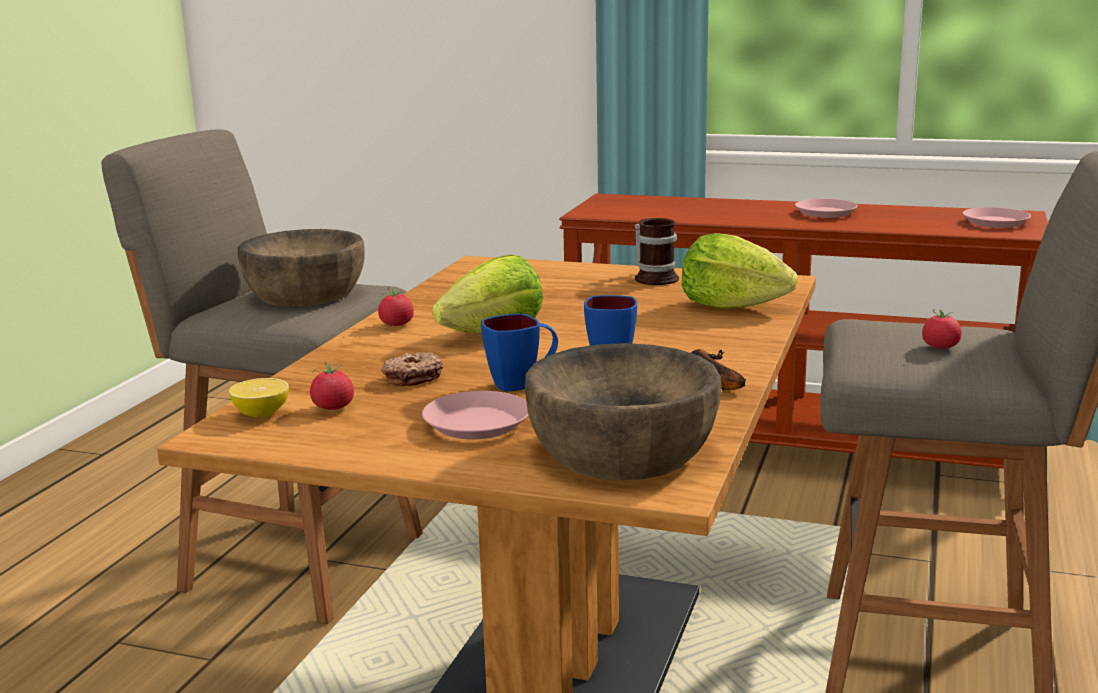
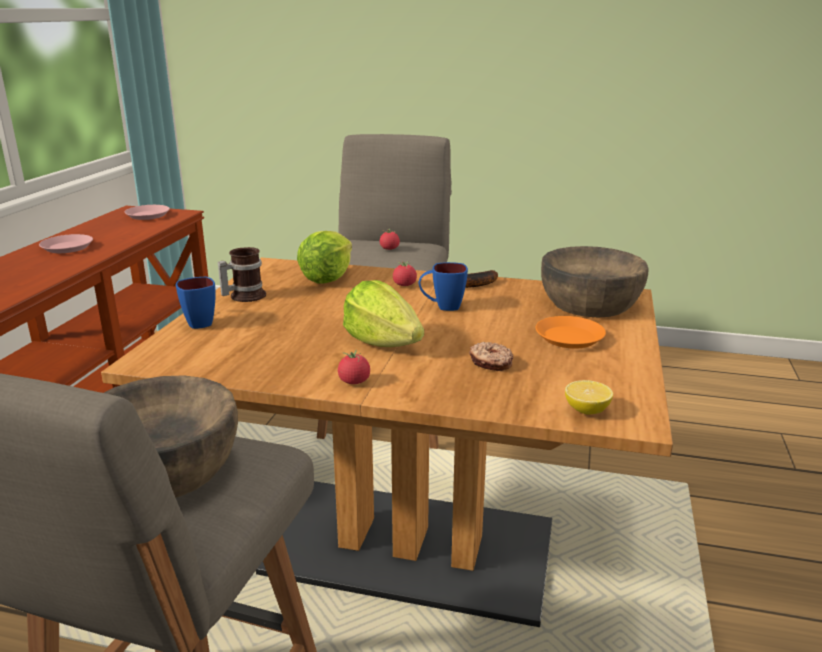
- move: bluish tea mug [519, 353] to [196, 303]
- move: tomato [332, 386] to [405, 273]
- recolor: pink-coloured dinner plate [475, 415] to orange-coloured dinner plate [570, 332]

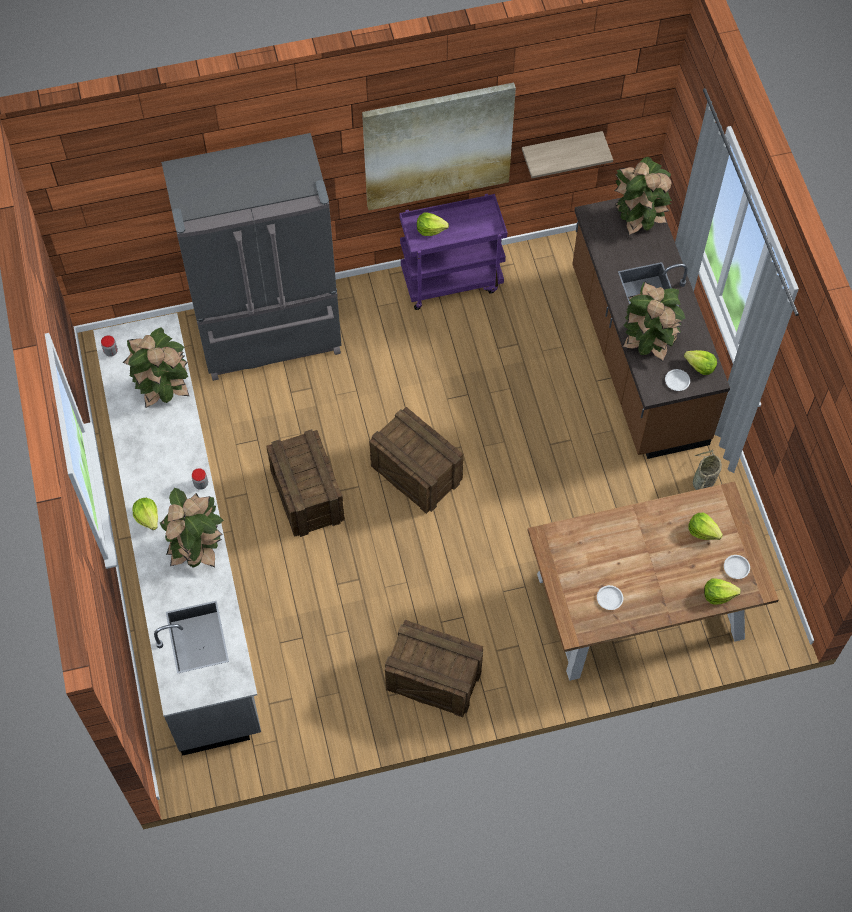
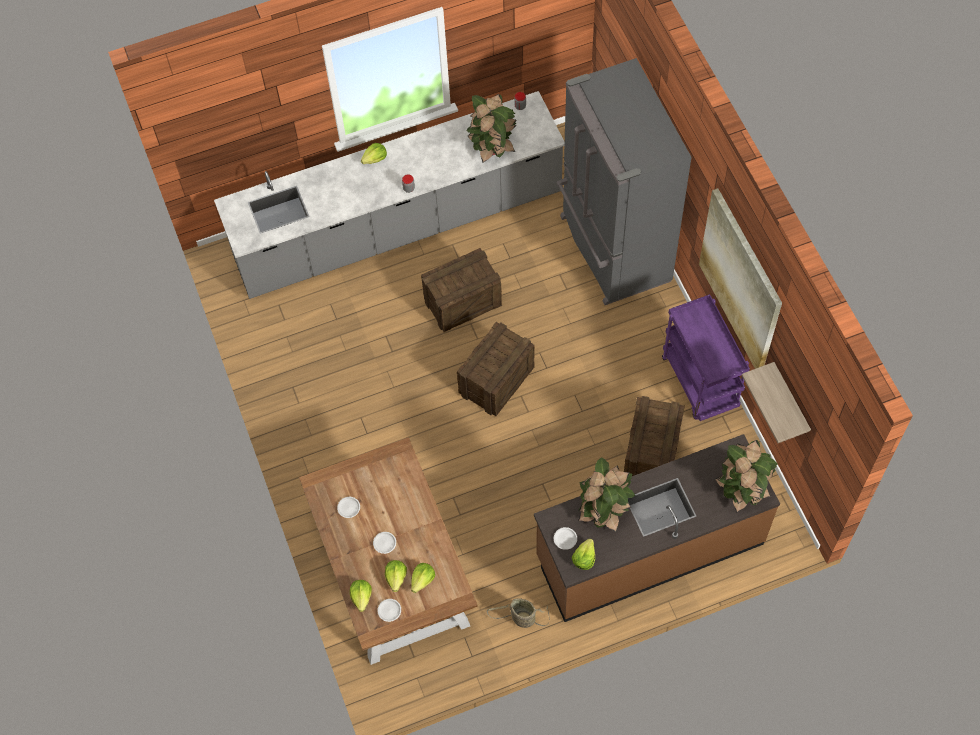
- move: lettuce head [433, 224] to [396, 576]
- delete: houseplant [192, 528]
- move: packing crate [434, 668] to [654, 436]
- insert: white-coloured dinner plate [384, 543]

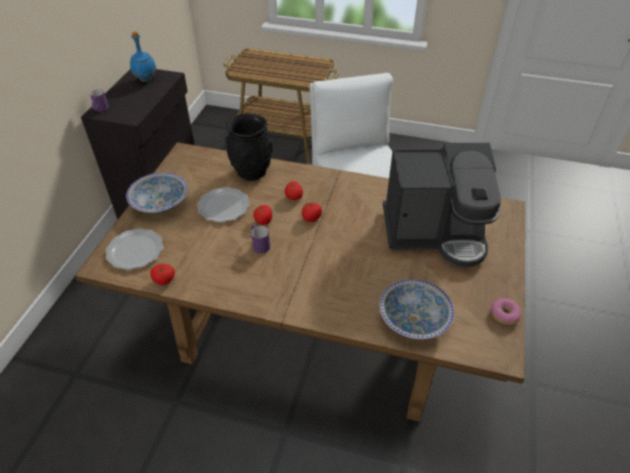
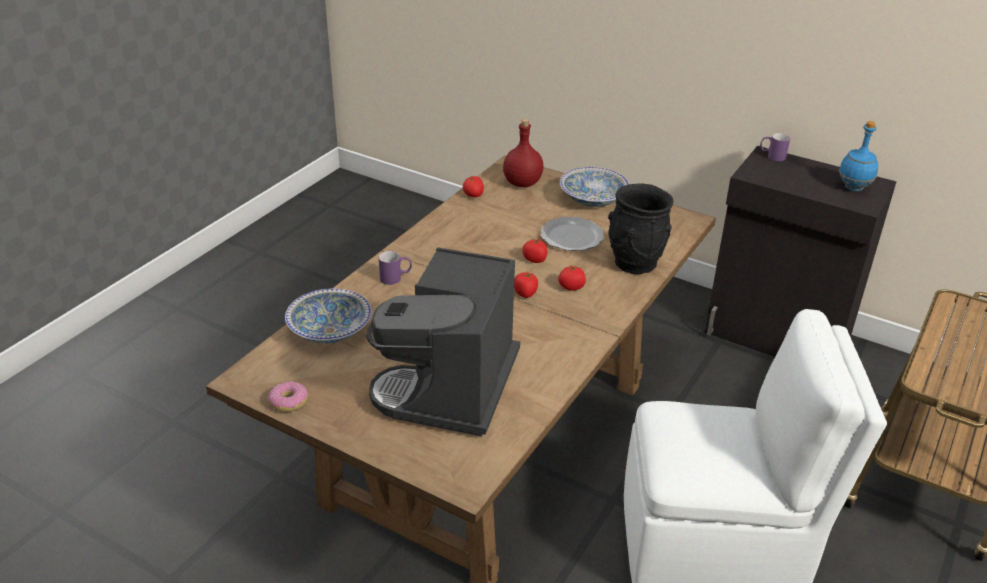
- move: purple-coloured tea mug [260, 239] to [395, 268]
- replace: dinner plate [134, 249] to red-coloured beverage bottle [523, 153]

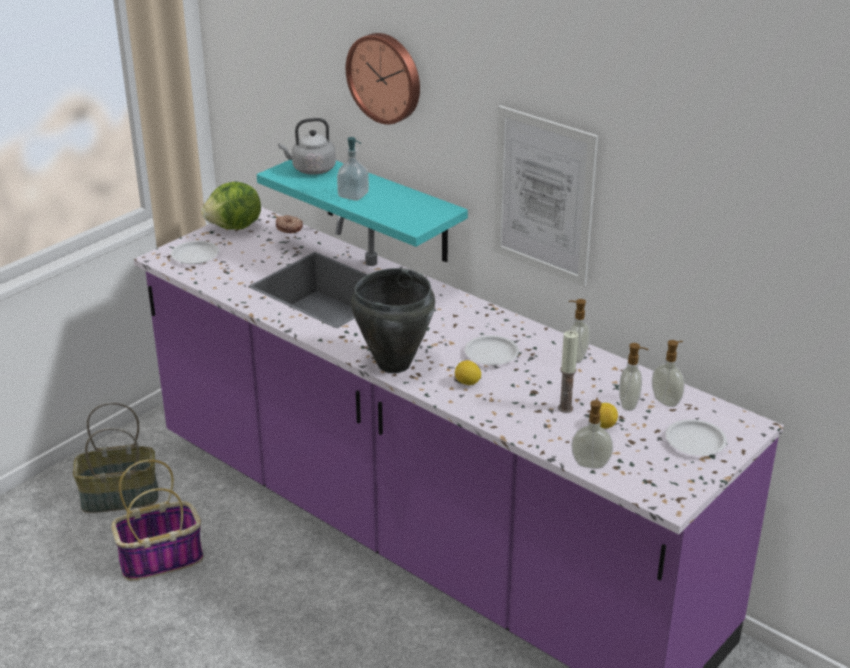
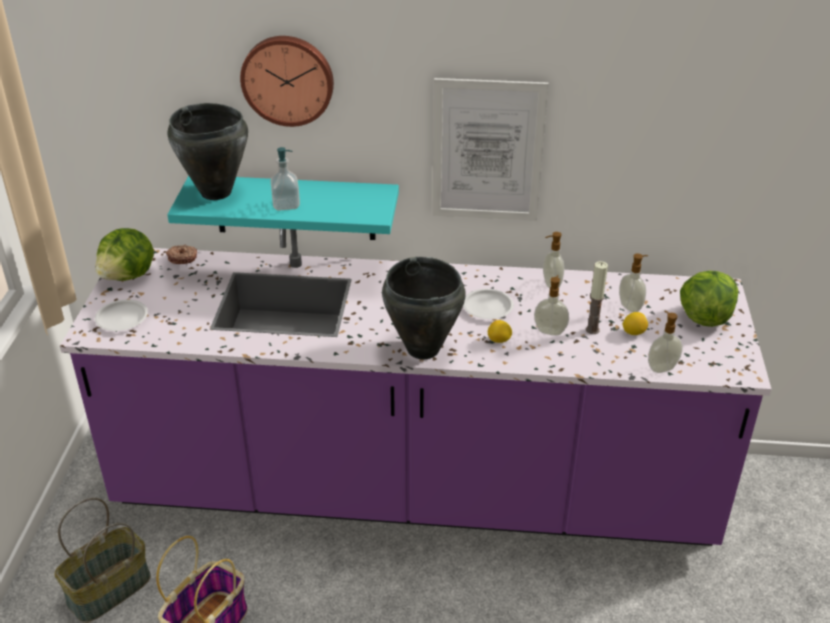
- replace: gray tea kettle [307, 146] to black-coloured stockpot [208, 151]
- move: liquid soap bottle [668, 373] to [551, 305]
- replace: white-coloured dinner plate [696, 437] to lettuce head [709, 299]

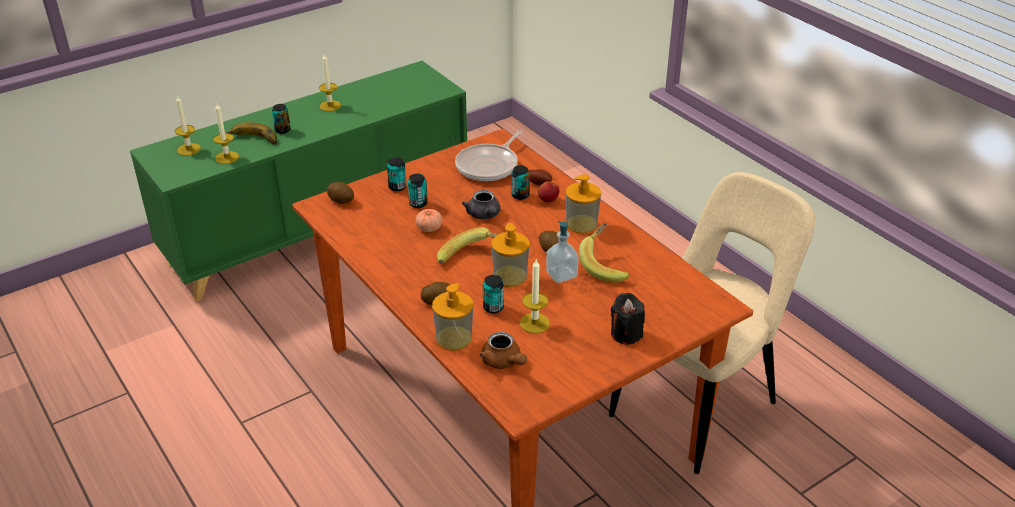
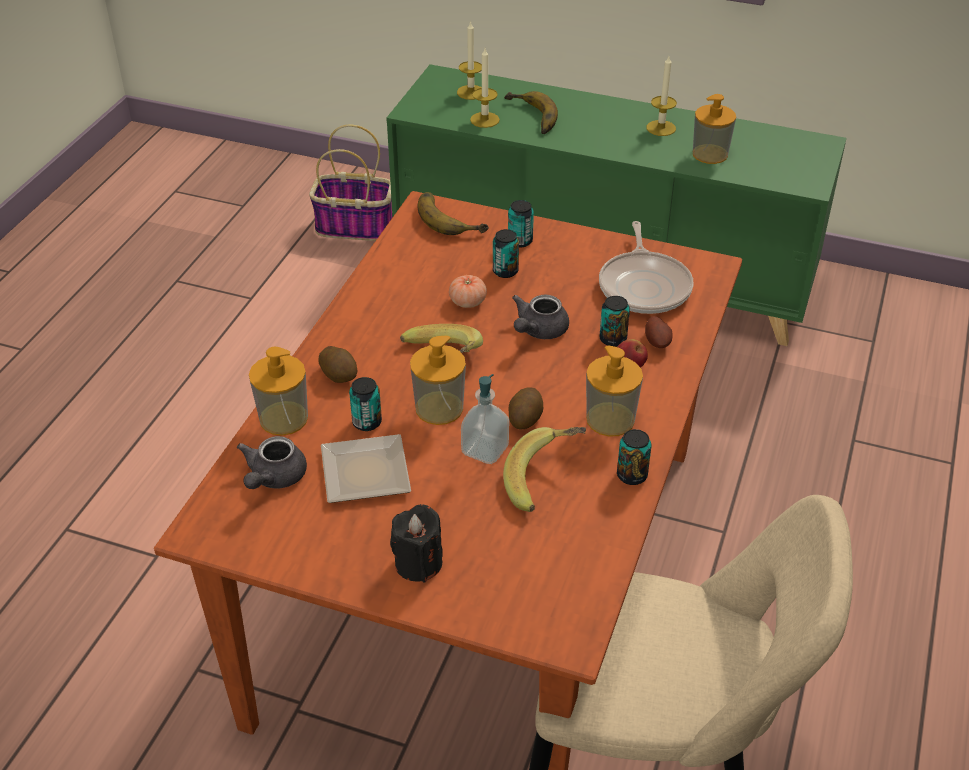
- move: can [281, 119] to [634, 457]
- rotate: skillet [489, 156] = [646, 267] 90 degrees counterclockwise
- replace: spud [340, 193] to banana fruit [453, 213]
- replace: wax candle [535, 297] to dinner plate [366, 468]
- recolor: brown pot for tea [503, 350] to gray pot for tea [272, 462]
- insert: liquid soap bottle [714, 129]
- insert: household basket [351, 182]

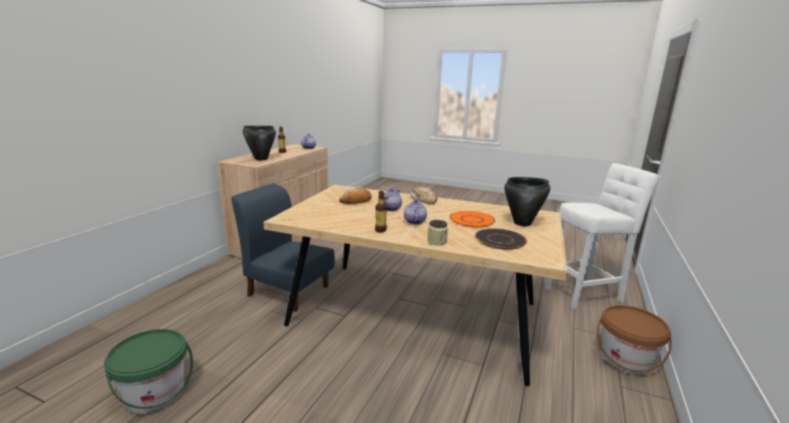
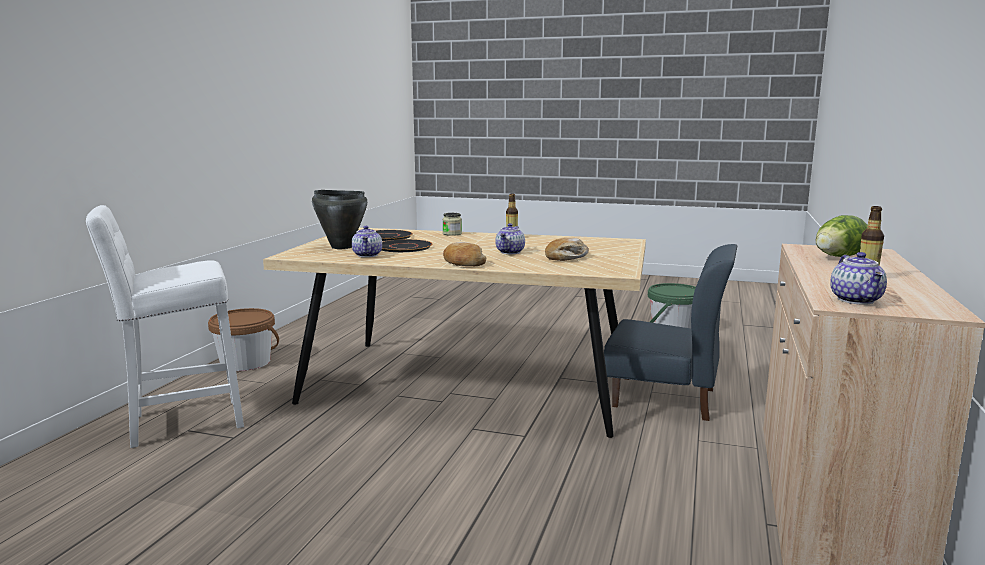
- replace: black-coloured stockpot [259, 143] to lettuce head [842, 236]
- move: pot for tea [415, 212] to [366, 241]
- recolor: orange-coloured dinner plate [472, 219] to black-coloured dinner plate [407, 245]

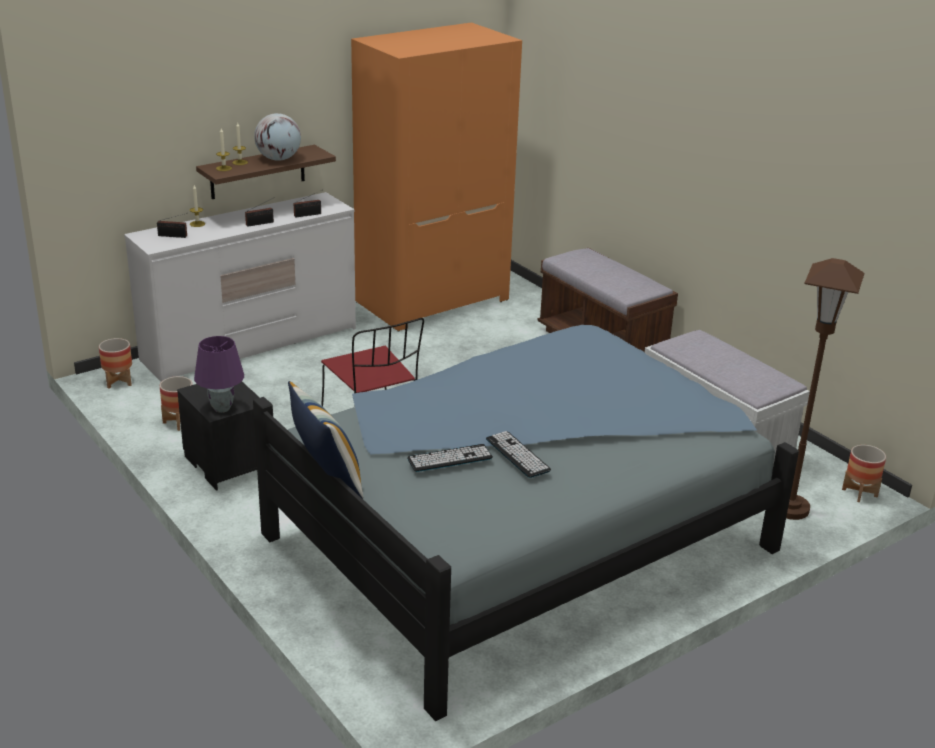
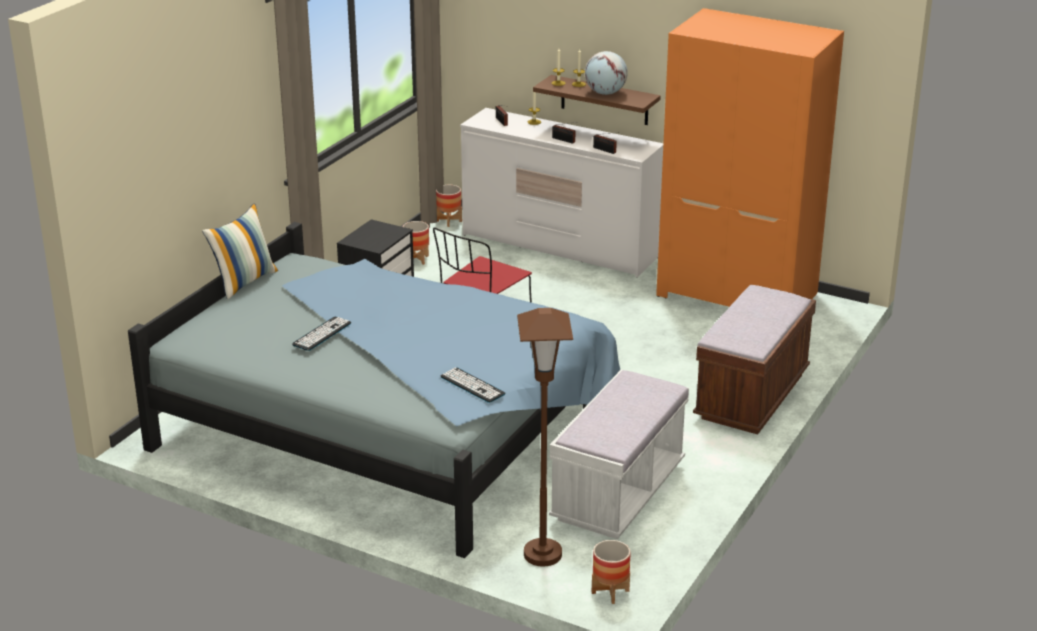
- delete: purple-coloured table lamp [219, 374]
- move: keyboard [450, 458] to [473, 385]

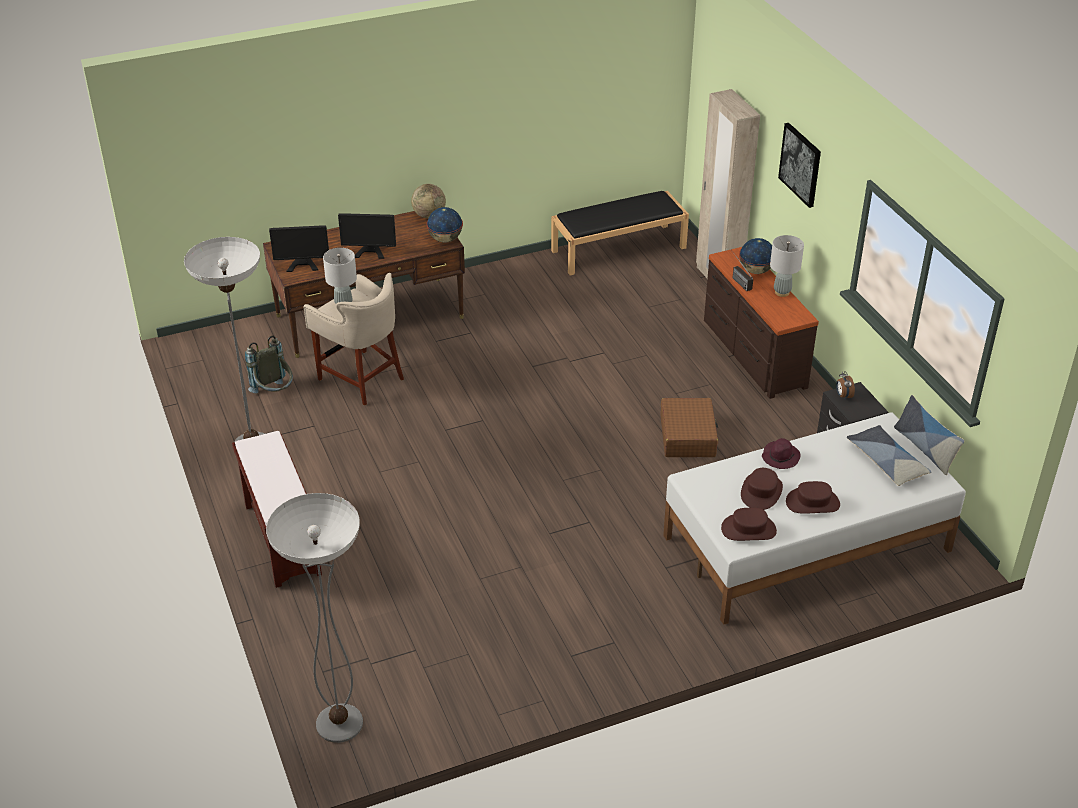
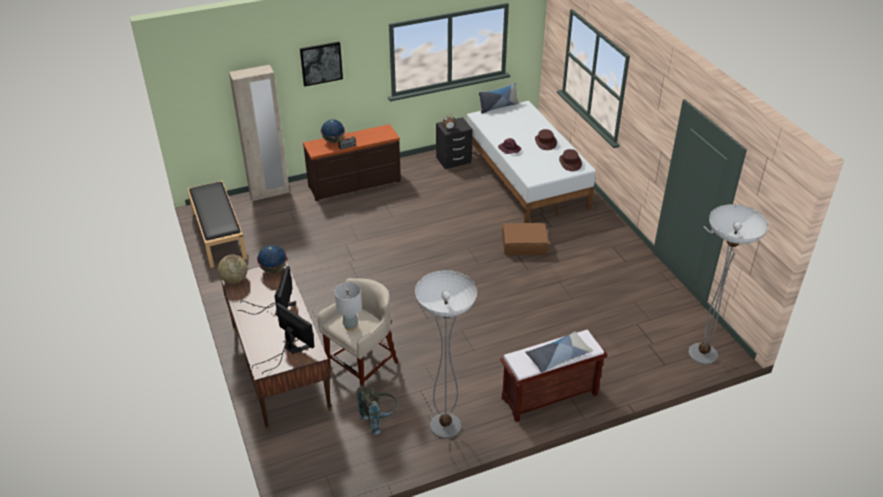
- rotate: computer display [299, 248] = [283, 338] 45 degrees counterclockwise
- delete: gray table lamp [787, 266]
- move: brown travel case [689, 427] to [525, 239]
- move: throw pillow [889, 455] to [559, 352]
- delete: brown wearable hat [762, 489]

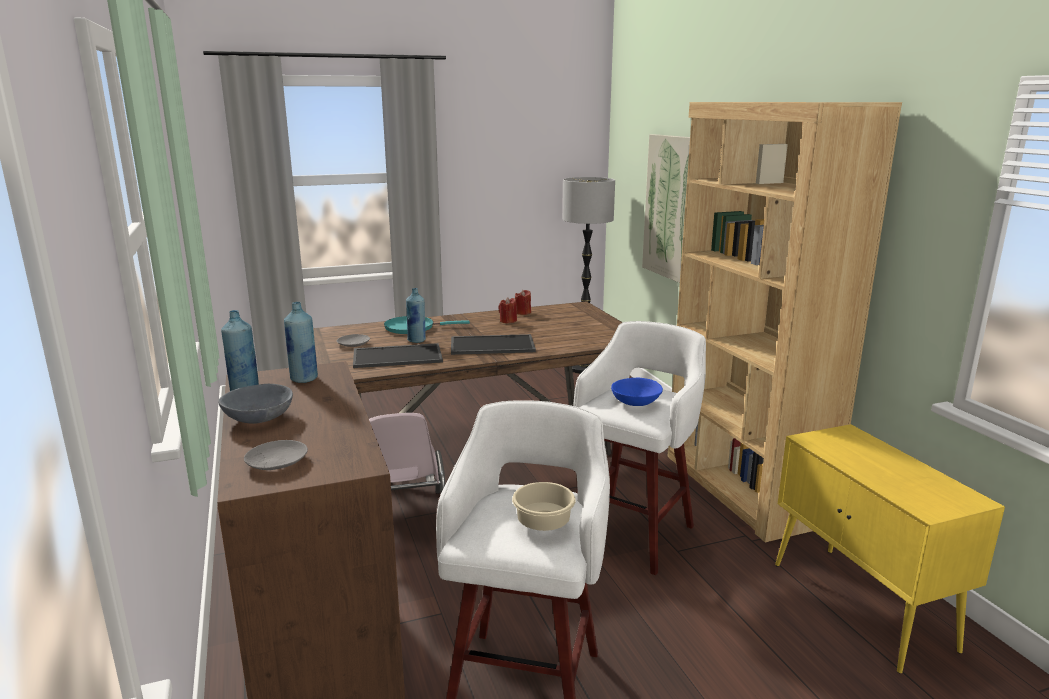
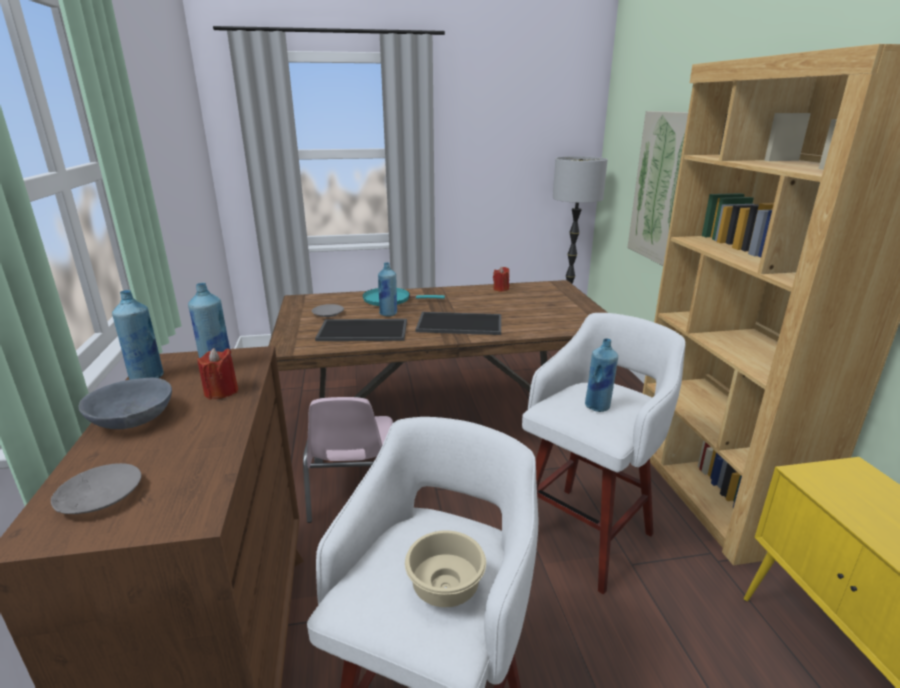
- move: red-coloured wax candle [507, 310] to [217, 374]
- replace: bluish serving bowl [637, 392] to bluish beverage bottle [601, 375]

